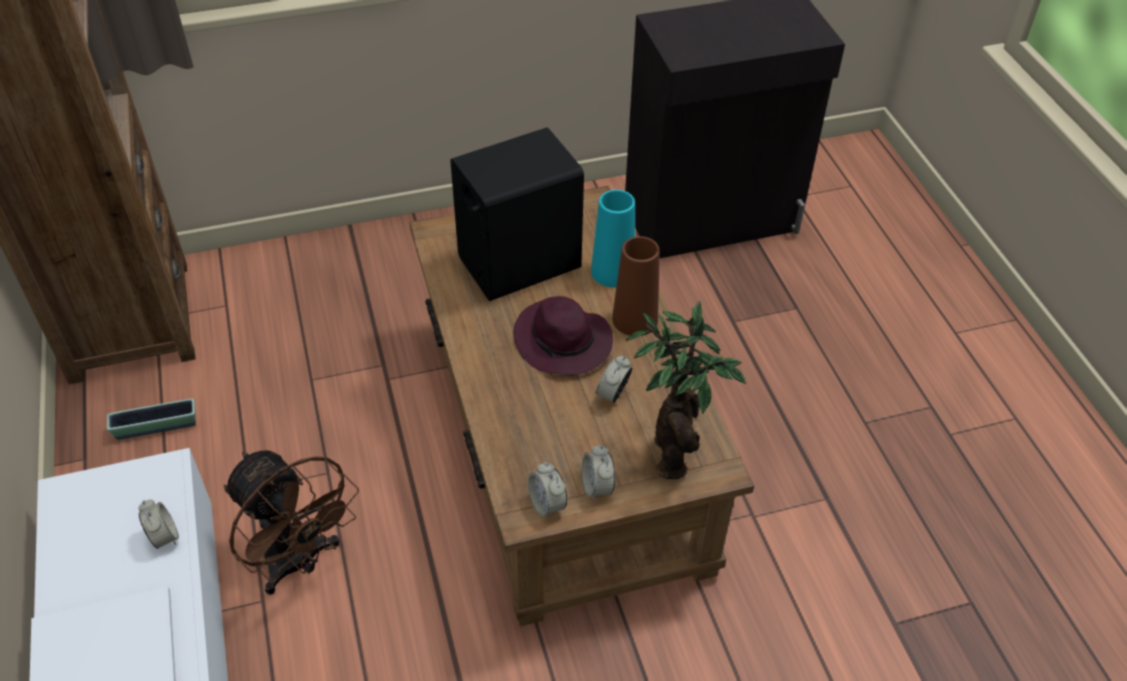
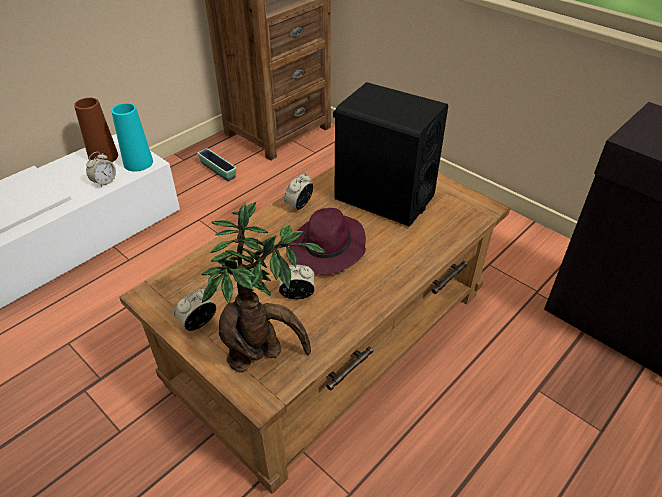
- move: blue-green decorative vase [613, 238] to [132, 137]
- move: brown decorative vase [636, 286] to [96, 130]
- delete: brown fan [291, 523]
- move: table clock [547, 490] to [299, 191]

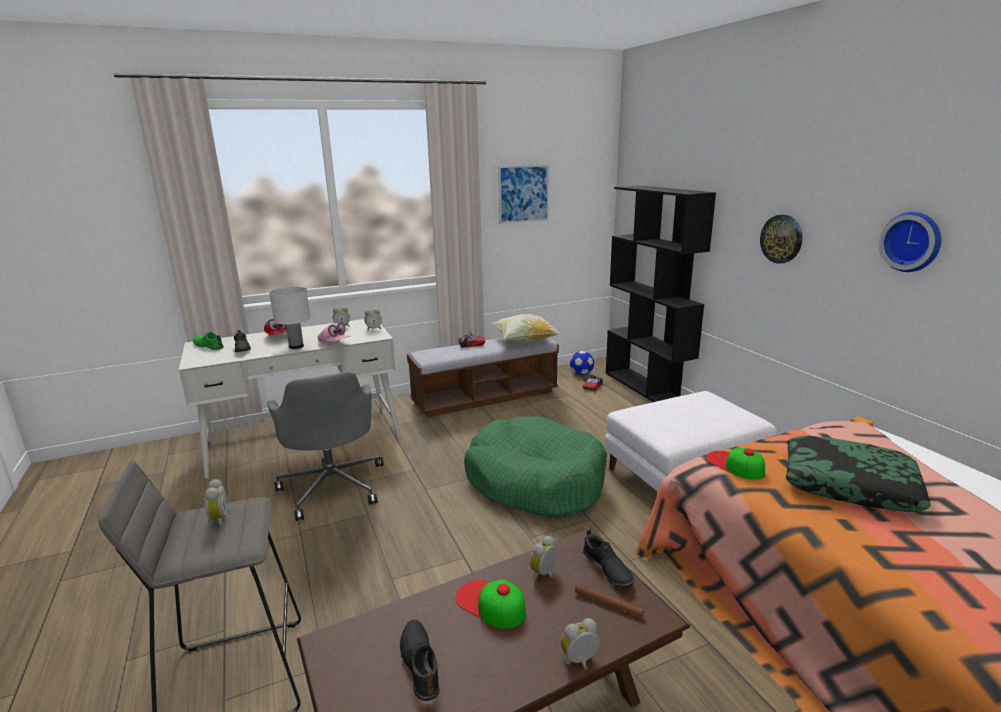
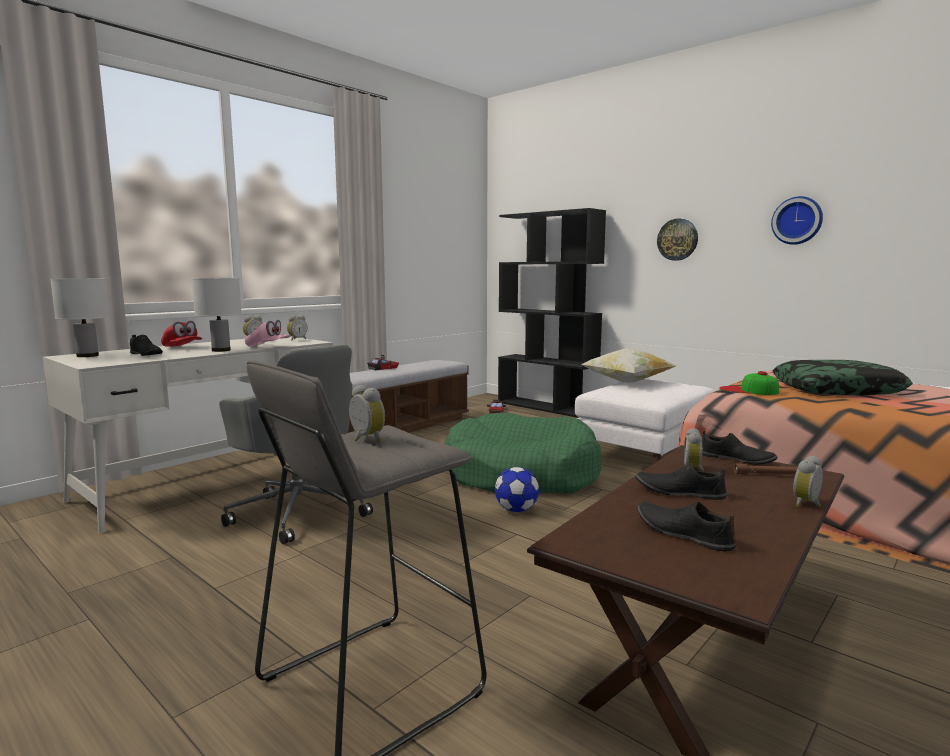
- delete: wall art [523, 194]
- move: throw pillow [527, 328] to [628, 365]
- replace: greenish low shoe [208, 341] to white-coloured table lamp [80, 317]
- move: football [582, 363] to [517, 489]
- replace: baseball cap [490, 603] to black-coloured low shoe [681, 481]

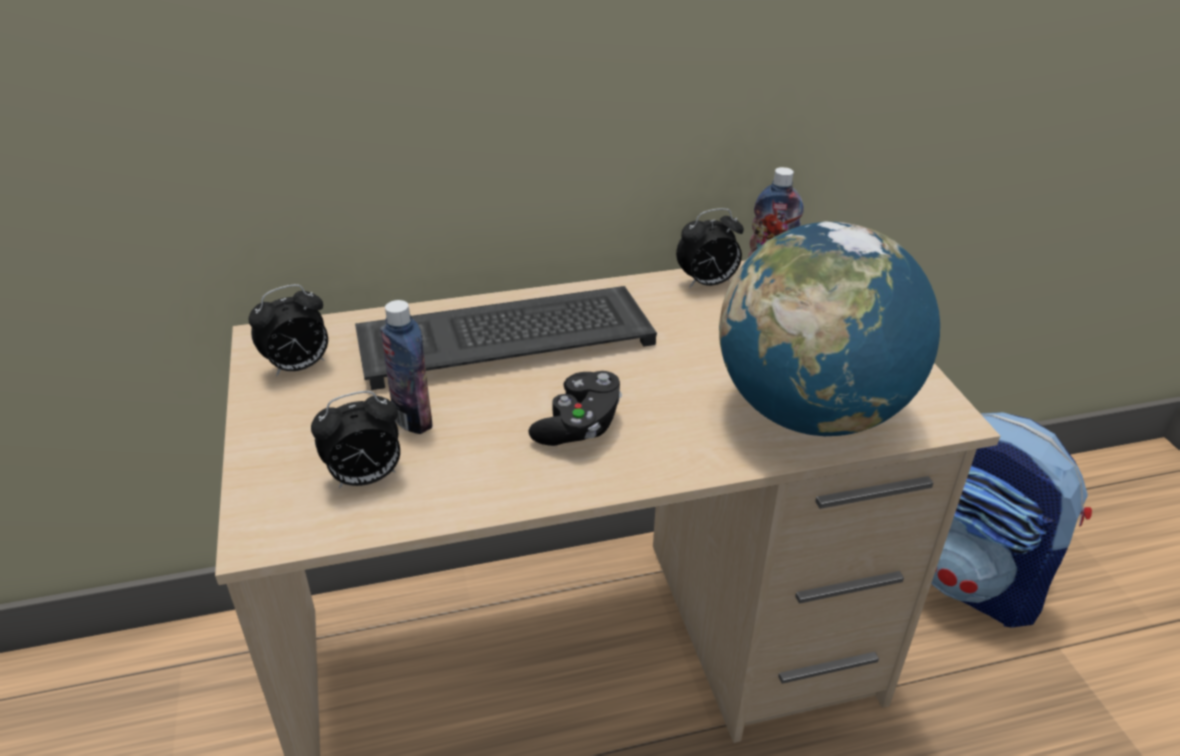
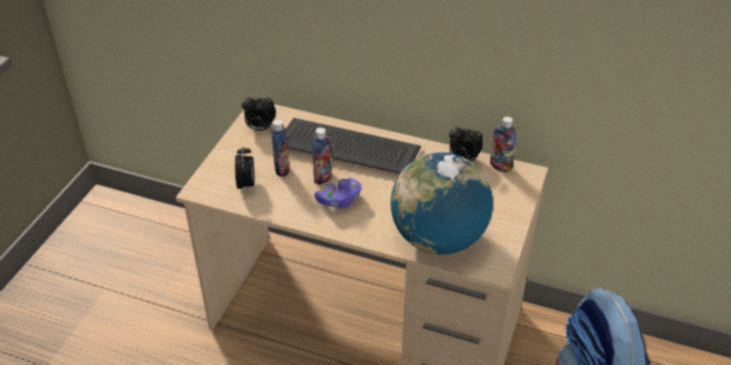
- recolor: black-coloured game controller [575, 408] to purple-coloured game controller [338, 193]
- rotate: table clock [355, 439] = [245, 169] 105 degrees counterclockwise
- insert: beverage bottle [322, 156]

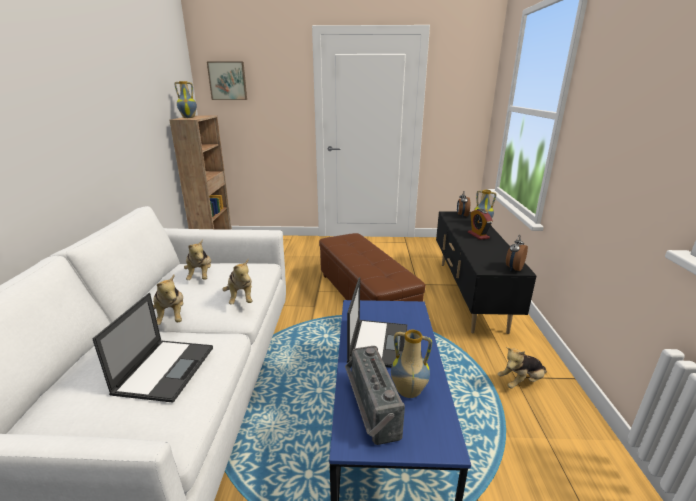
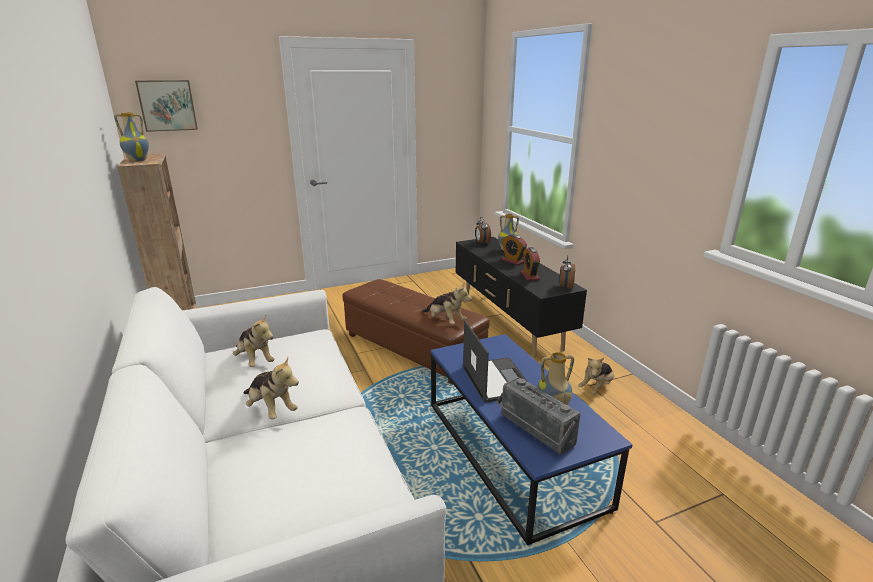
- move: cuddly toy [237, 282] to [447, 302]
- delete: notebook computer [152, 348]
- insert: table clock [530, 264]

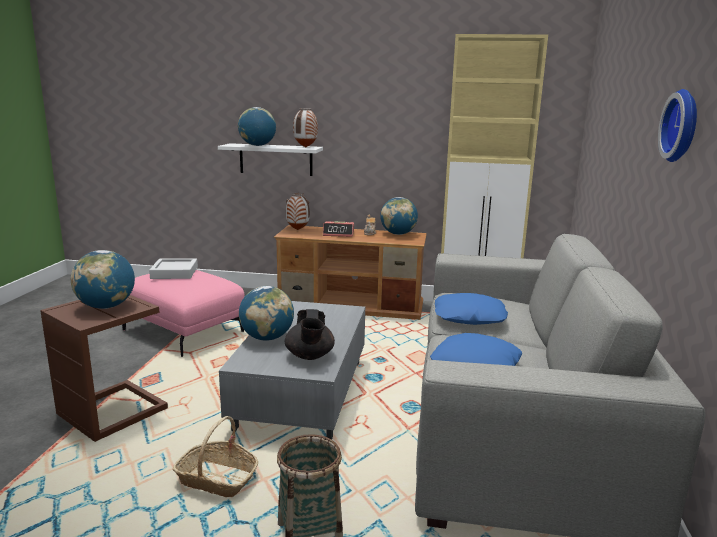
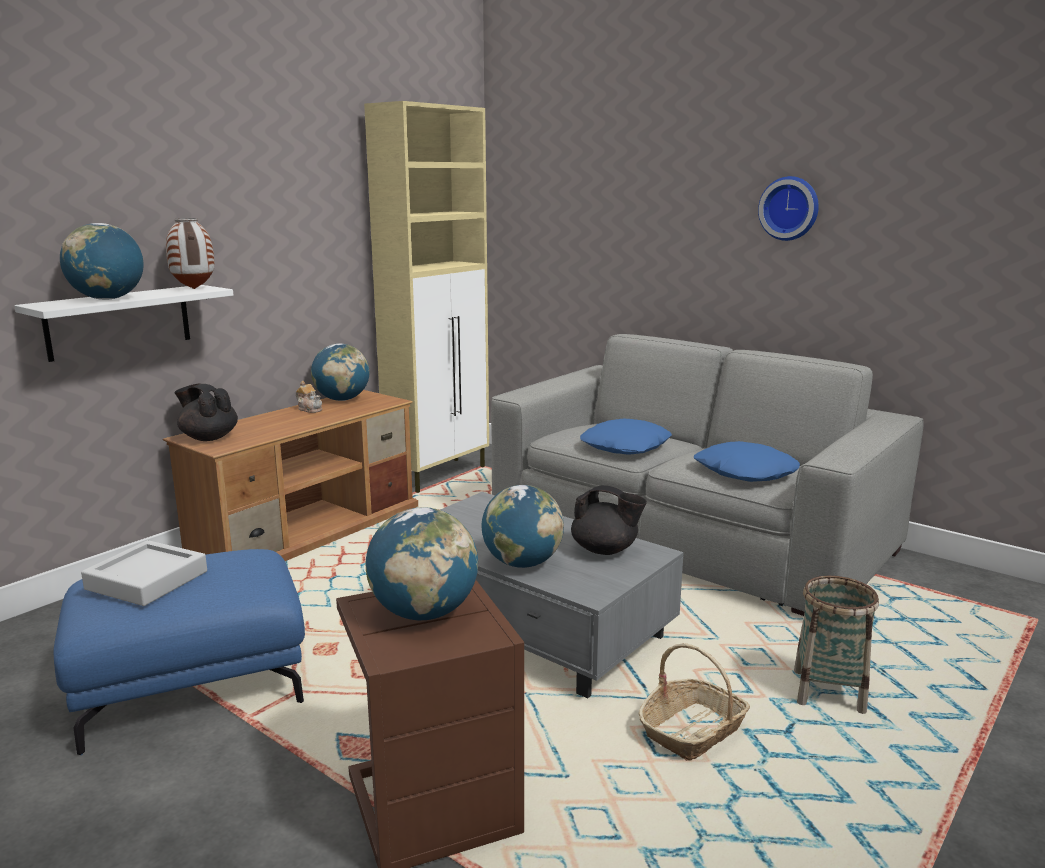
- replace: decorative vase [298, 211] to black-coloured pot for tea [206, 412]
- delete: table clock [338, 229]
- recolor: pink-coloured ottoman [183, 313] to bluish ottoman [179, 652]

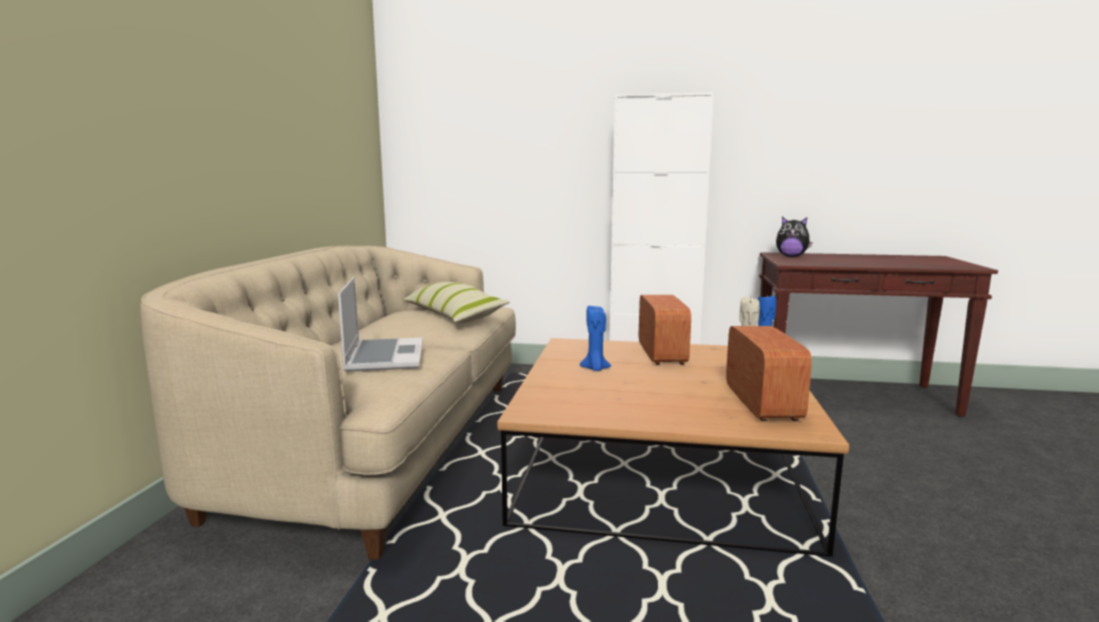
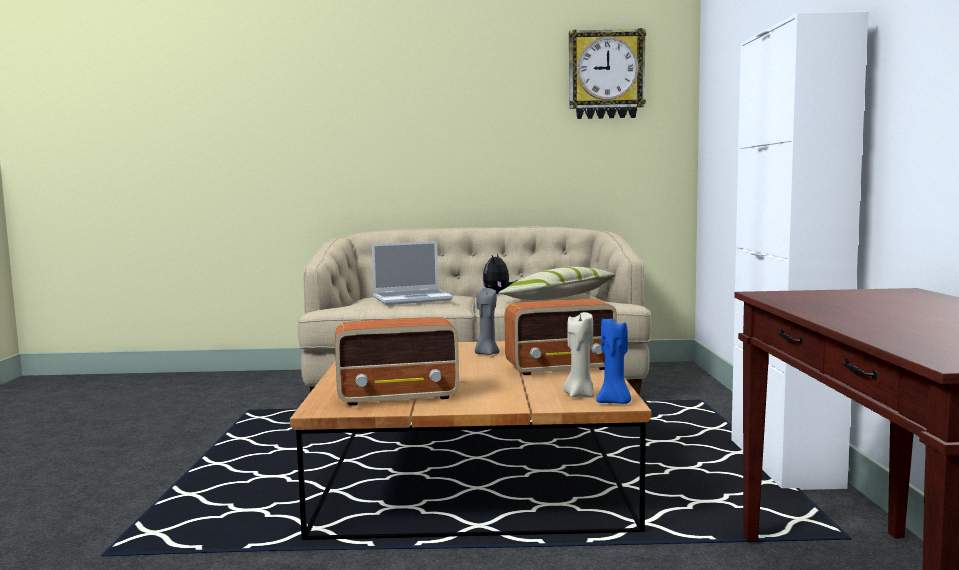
- move: cuddly toy [794, 237] to [500, 273]
- recolor: bluish wax candle [595, 338] to gray wax candle [487, 321]
- insert: hanging clock [607, 73]

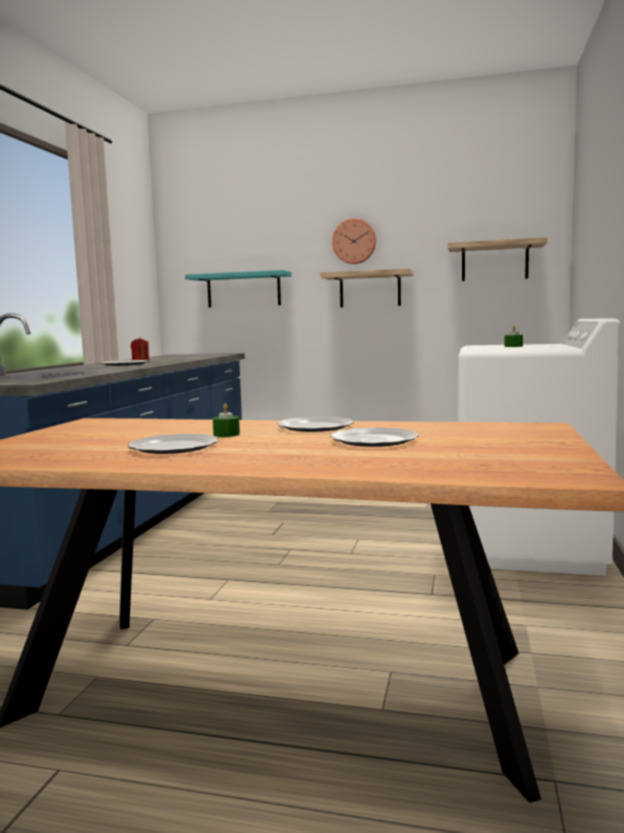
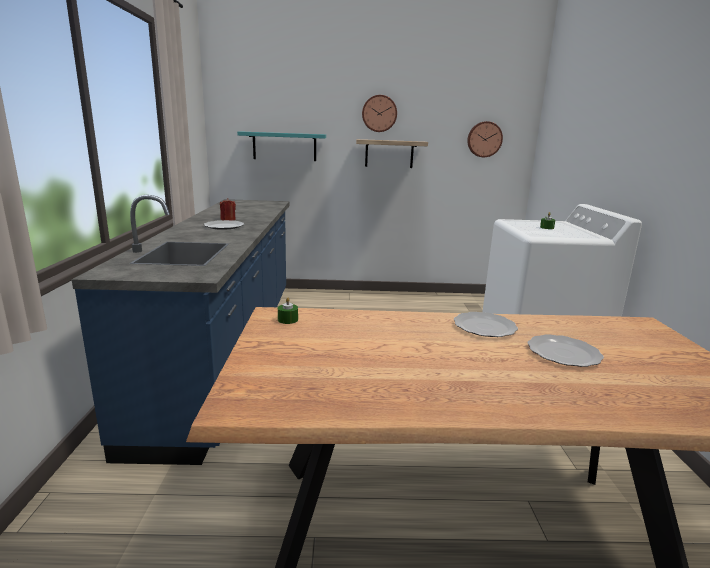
- replace: wall shelf [497, 259] to hanging clock [485, 139]
- move: greenish wax candle [226, 420] to [288, 310]
- delete: dinner plate [173, 444]

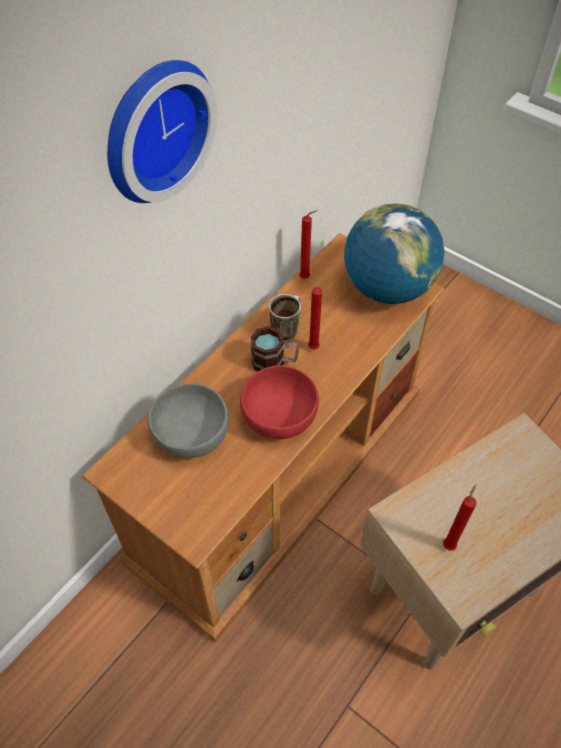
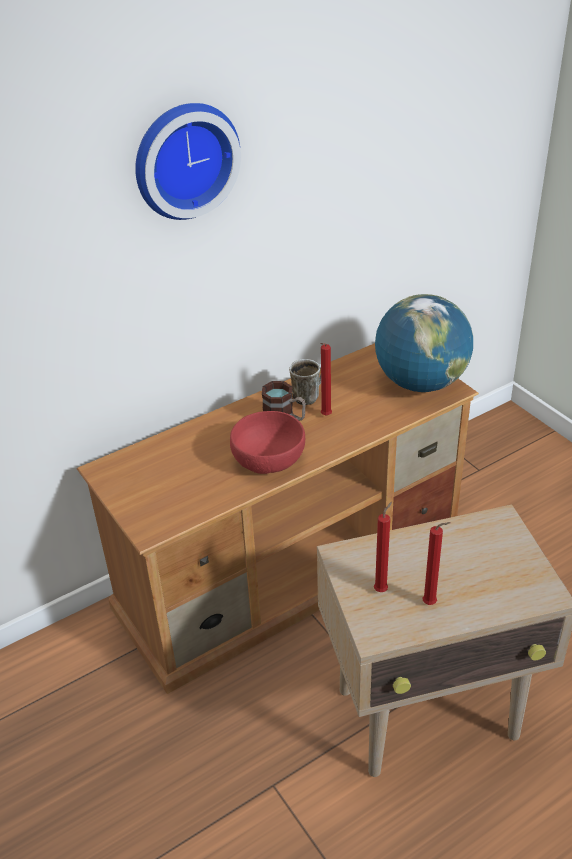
- move: red-coloured wax candle [308, 244] to [437, 563]
- delete: gray serving bowl [188, 420]

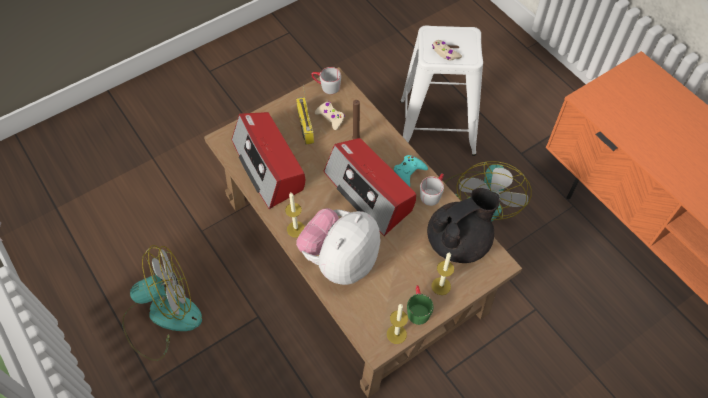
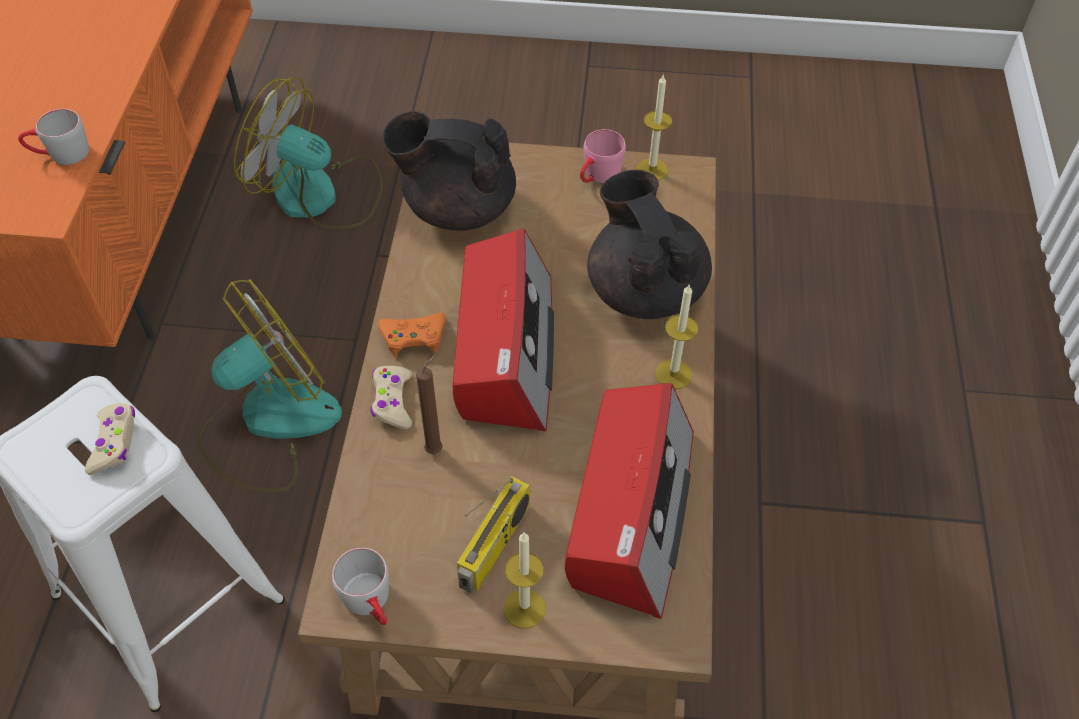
- move: beige-coloured game controller [330, 116] to [391, 397]
- recolor: blue-green game controller [411, 171] to orange-coloured game controller [412, 335]
- move: gray tea mug [432, 190] to [53, 137]
- replace: cuddly toy [338, 246] to black-coloured pot for tea [649, 244]
- move: fan [162, 303] to [308, 153]
- move: wax candle [442, 273] to [525, 581]
- recolor: greenish tea mug [420, 305] to pink-coloured tea mug [603, 156]

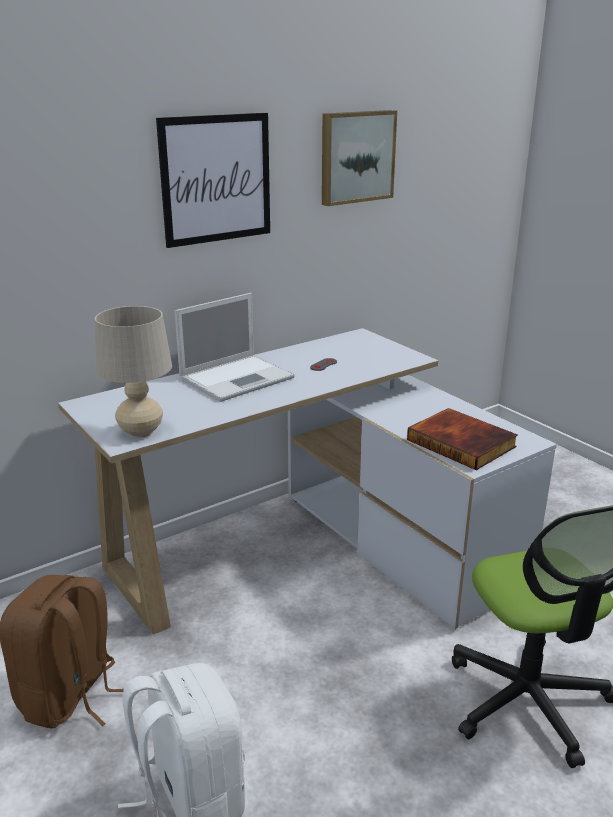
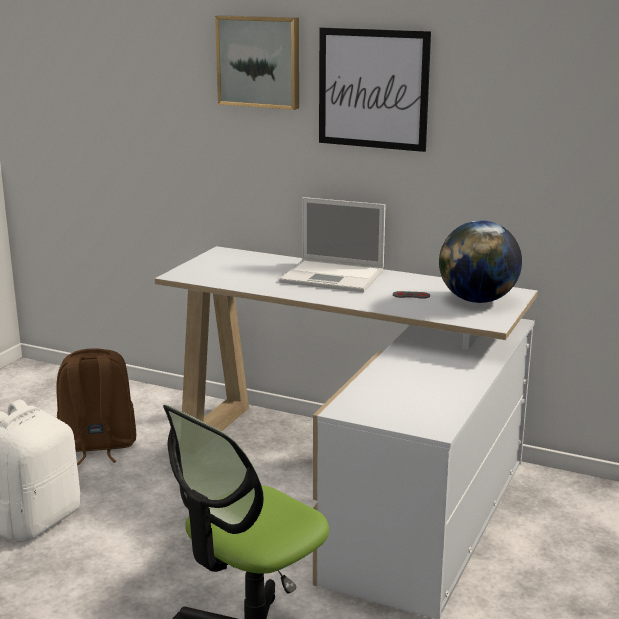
- move: wall art [359, 158] to [257, 62]
- delete: beige-coloured table lamp [133, 372]
- delete: bound book [462, 439]
- insert: world globe [480, 261]

